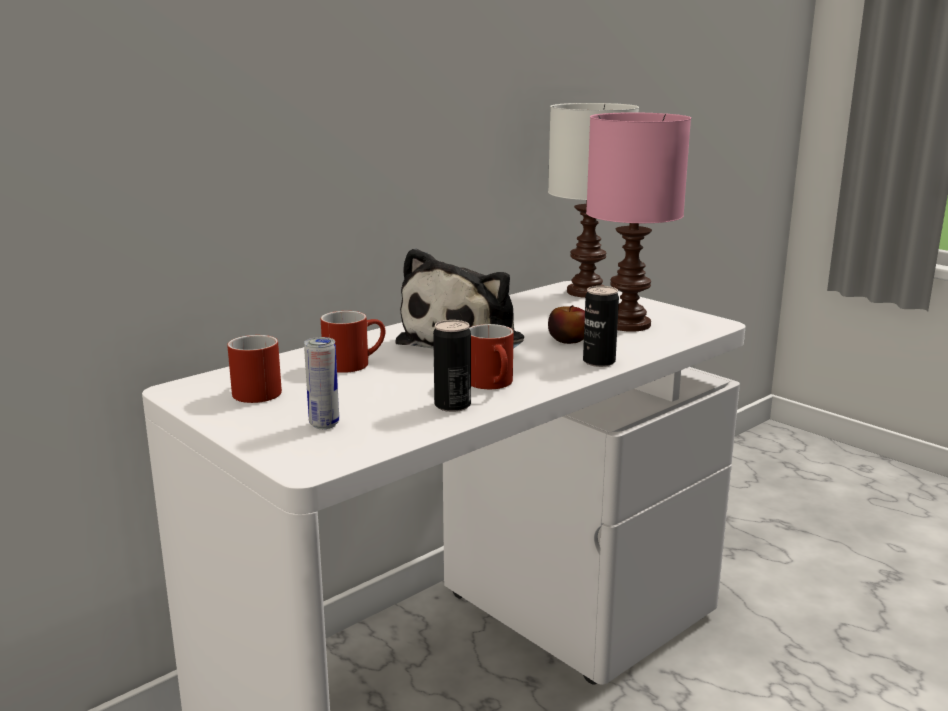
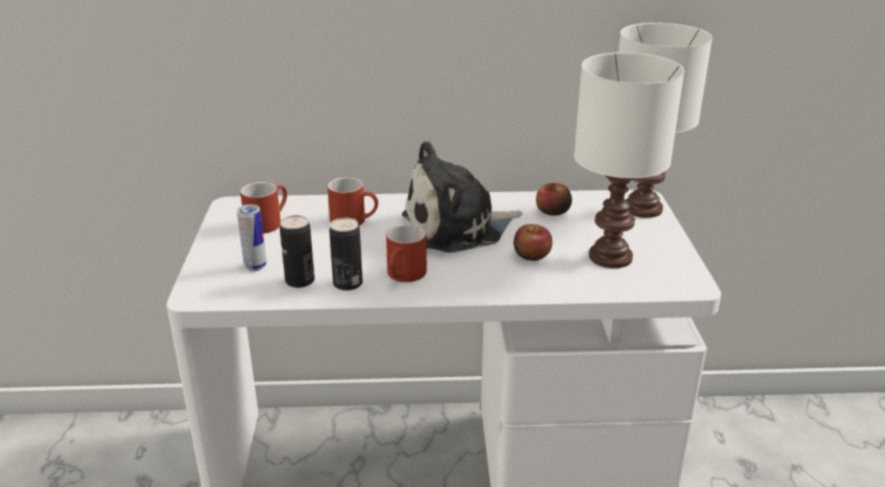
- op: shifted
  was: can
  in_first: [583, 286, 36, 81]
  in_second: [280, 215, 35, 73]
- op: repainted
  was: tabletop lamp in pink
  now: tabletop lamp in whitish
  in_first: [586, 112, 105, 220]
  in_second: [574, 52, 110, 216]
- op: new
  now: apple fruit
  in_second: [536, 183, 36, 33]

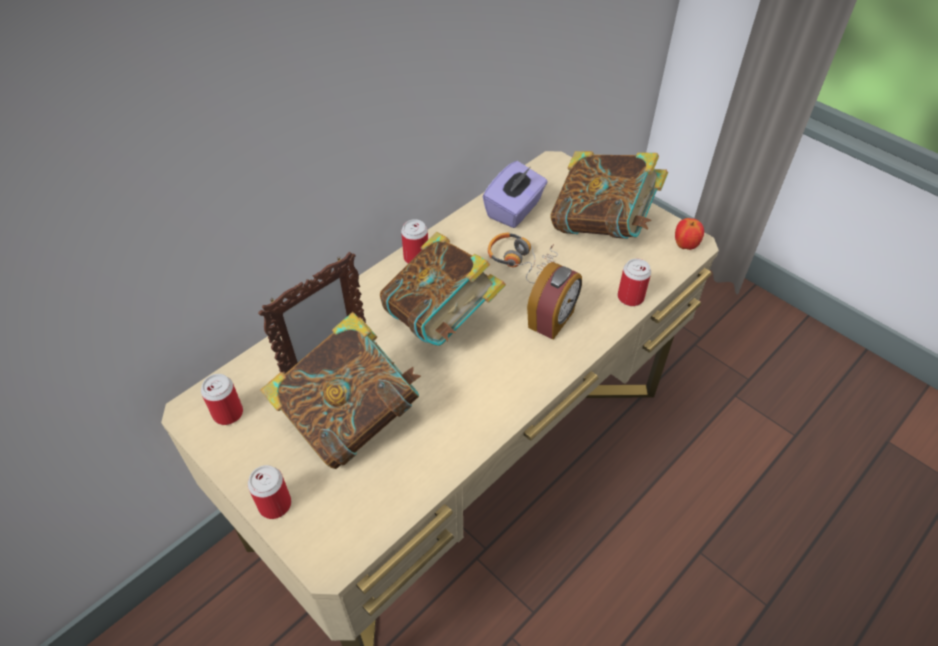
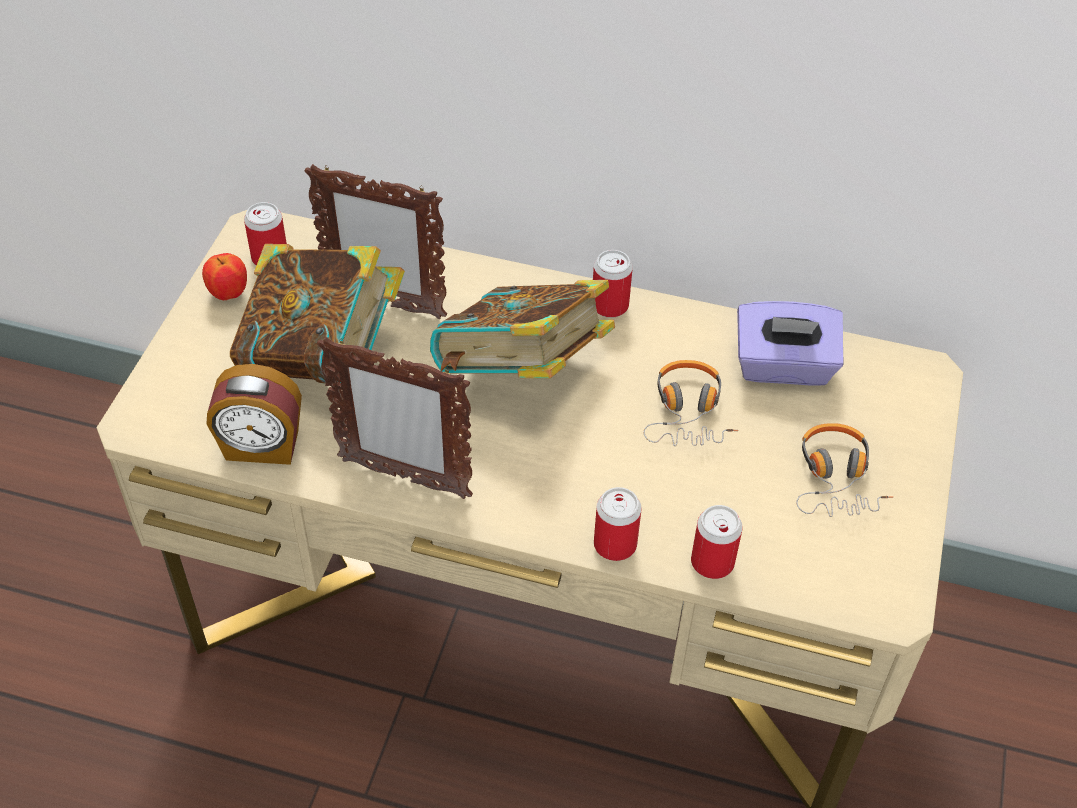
- op: shifted
  was: can
  in_first: [248, 465, 43, 54]
  in_second: [594, 487, 48, 74]
- op: shifted
  was: alarm clock
  in_first: [527, 262, 55, 78]
  in_second: [206, 364, 96, 101]
- op: swapped
  was: bound book
  now: pair of headphones
  in_first: [550, 151, 118, 88]
  in_second: [796, 423, 97, 94]
- op: shifted
  was: apple fruit
  in_first: [675, 218, 29, 32]
  in_second: [202, 253, 45, 47]
- op: new
  now: photo frame
  in_second: [317, 337, 156, 162]

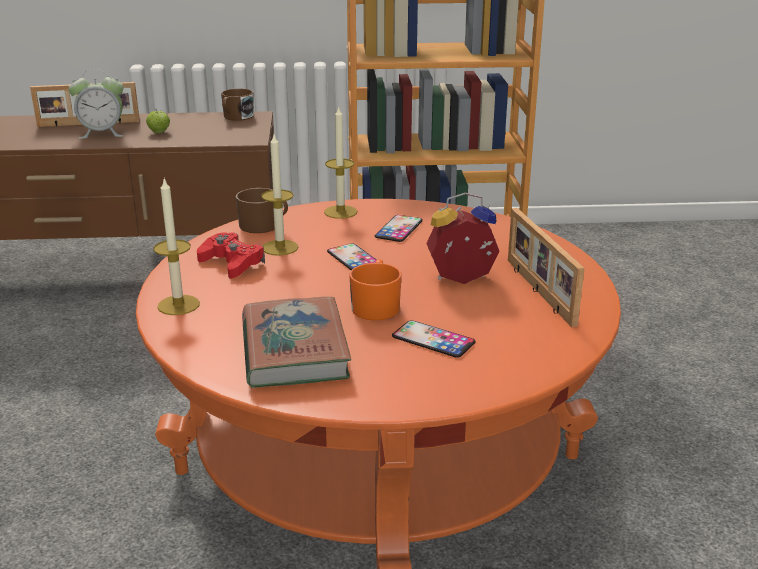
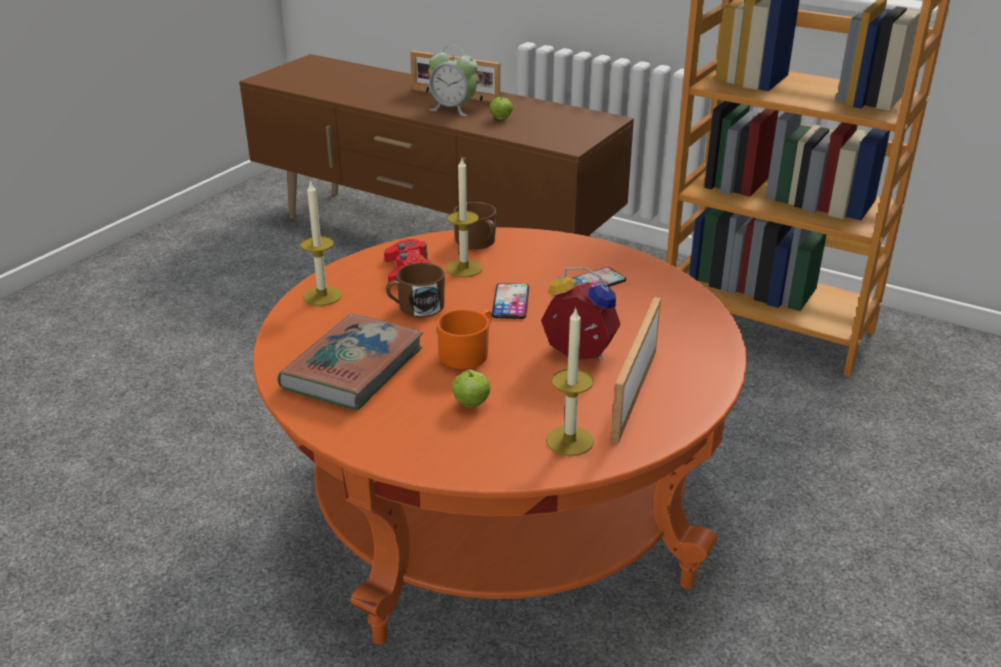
- op: shifted
  was: tea mug in brownish
  in_first: [221, 89, 33, 32]
  in_second: [386, 263, 59, 54]
- op: shifted
  was: wax candle
  in_first: [324, 105, 33, 114]
  in_second: [546, 307, 48, 149]
- op: swapped
  was: handset
  now: apple fruit
  in_first: [392, 320, 84, 38]
  in_second: [452, 370, 39, 37]

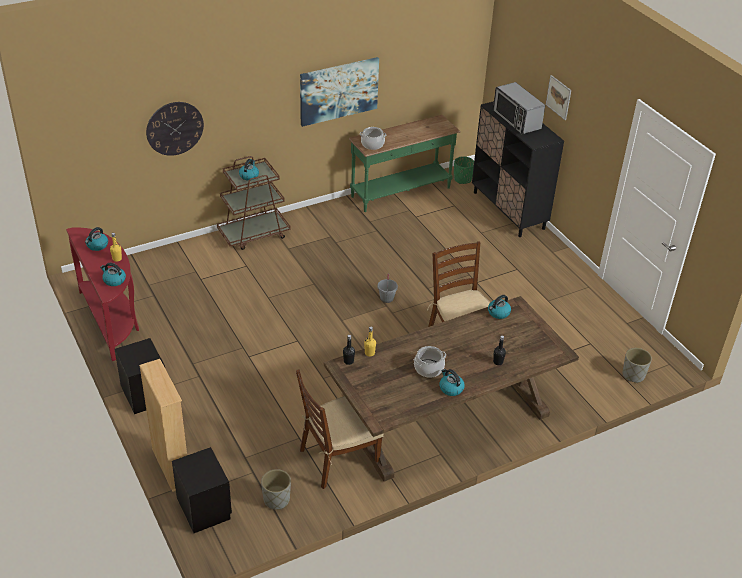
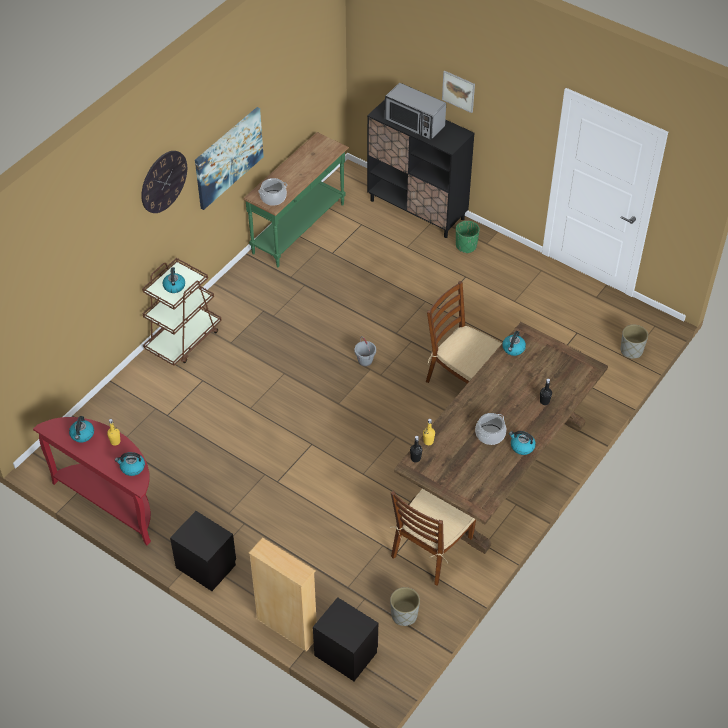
- op: shifted
  was: hanging clock
  in_first: [146, 102, 58, 54]
  in_second: [141, 151, 46, 62]
- op: shifted
  was: plant pot in greenish
  in_first: [454, 156, 20, 28]
  in_second: [456, 221, 24, 32]

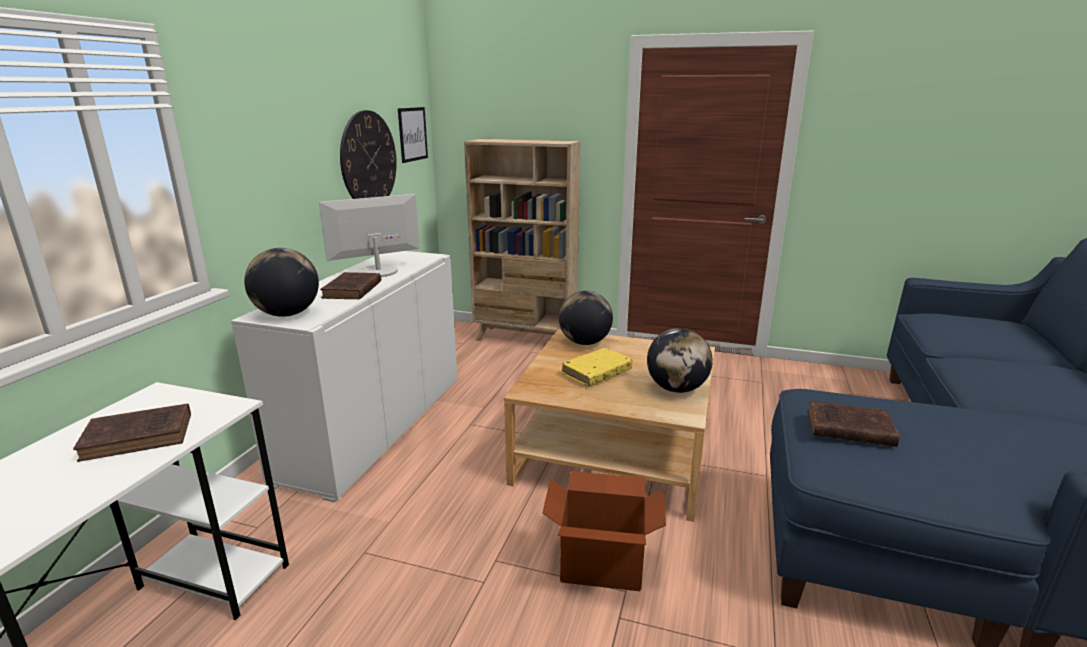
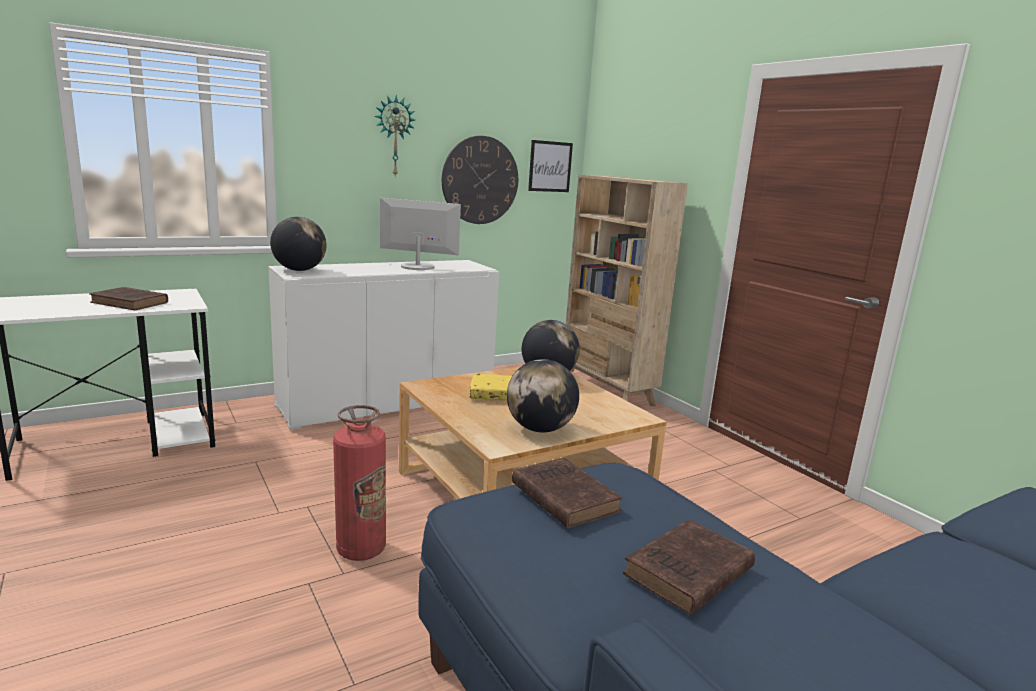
- op: shifted
  was: bound book in brownish
  in_first: [320, 272, 61, 28]
  in_second: [623, 520, 132, 95]
- op: swapped
  was: packing box
  now: extinguisher
  in_first: [543, 471, 123, 120]
  in_second: [333, 405, 53, 156]
- op: new
  now: hanging clock
  in_second: [375, 95, 40, 82]

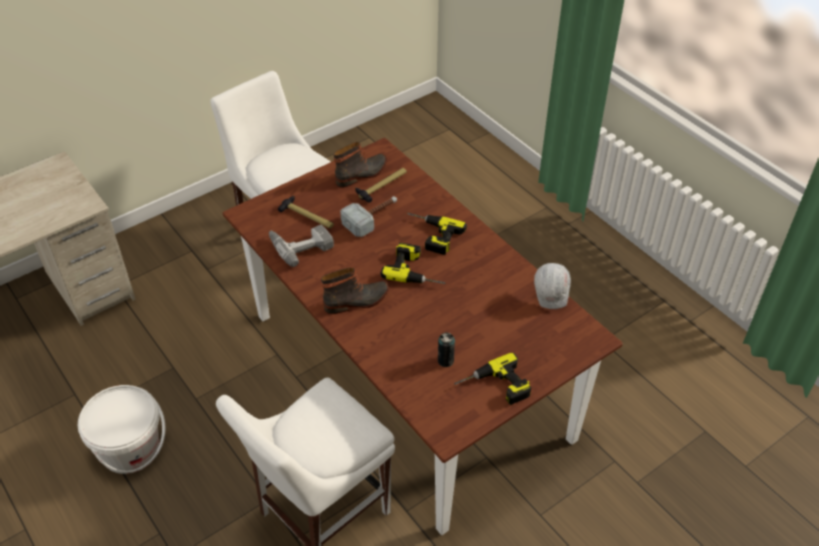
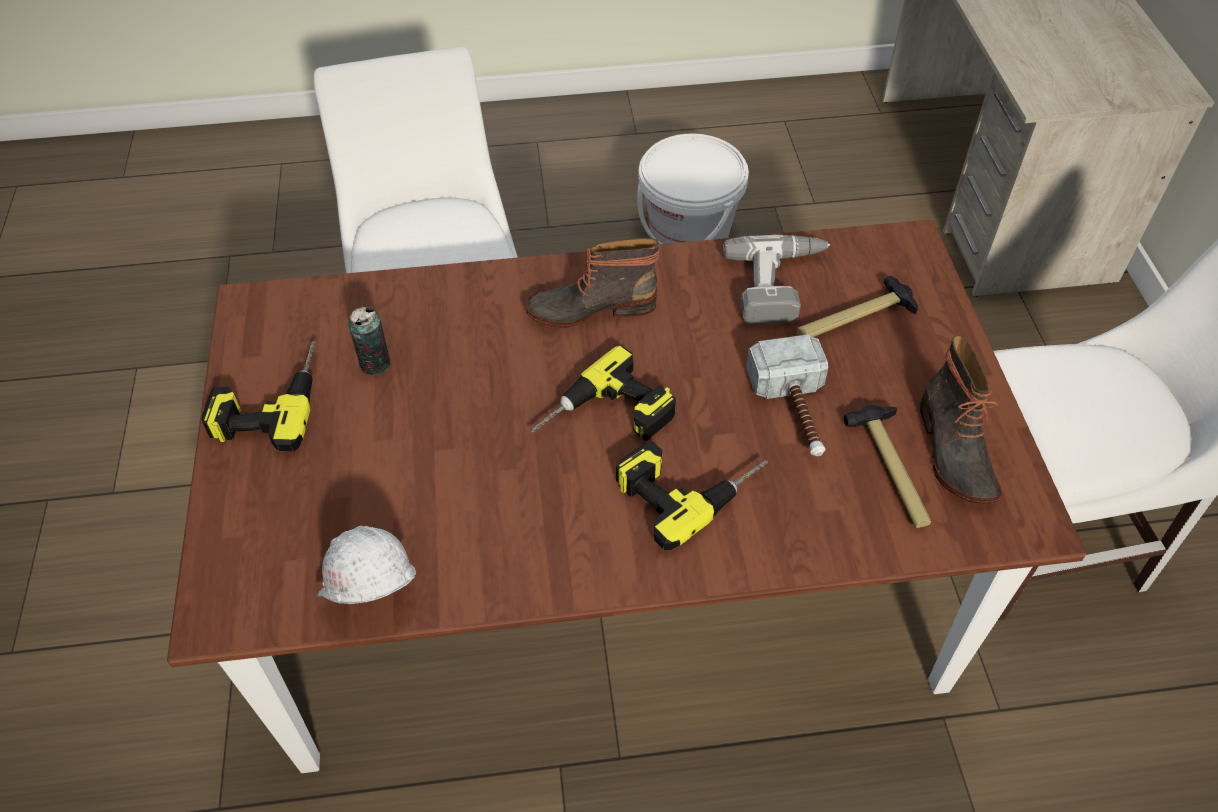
- op: rotated
  was: high-top boot
  in_first: [321, 267, 68, 47]
  in_second: [526, 238, 133, 90]
  clockwise: 75

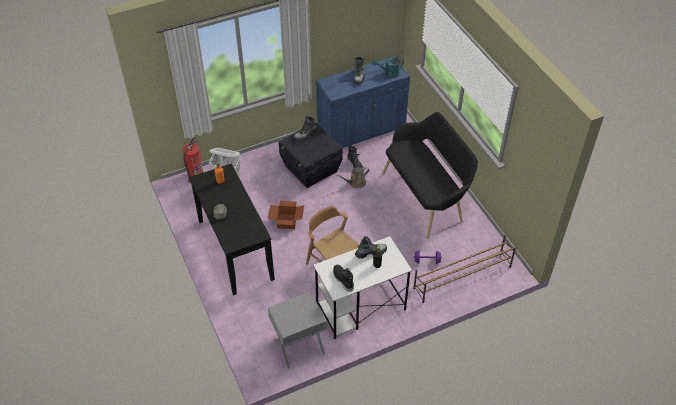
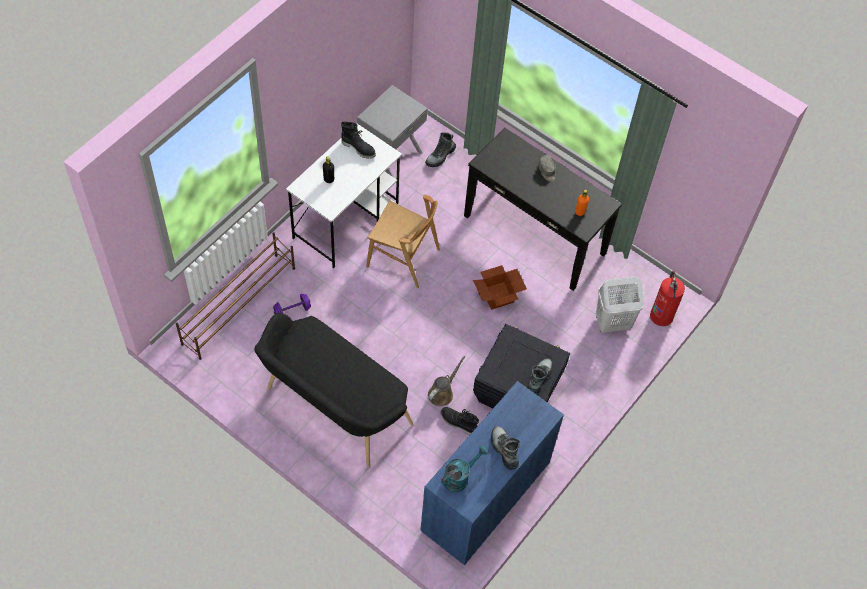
- op: shifted
  was: high-top boot
  in_first: [355, 236, 32, 23]
  in_second: [425, 132, 31, 35]

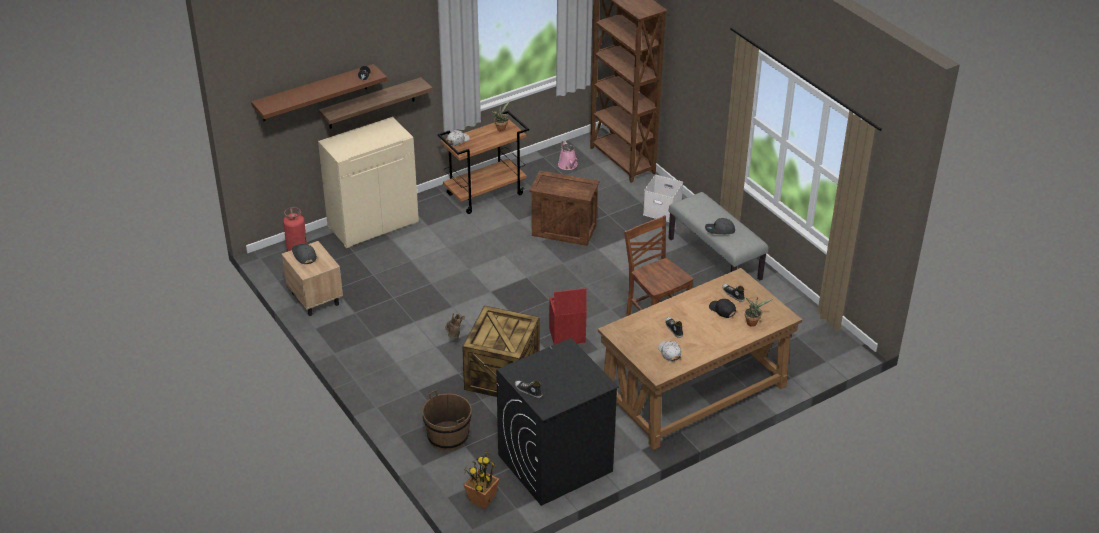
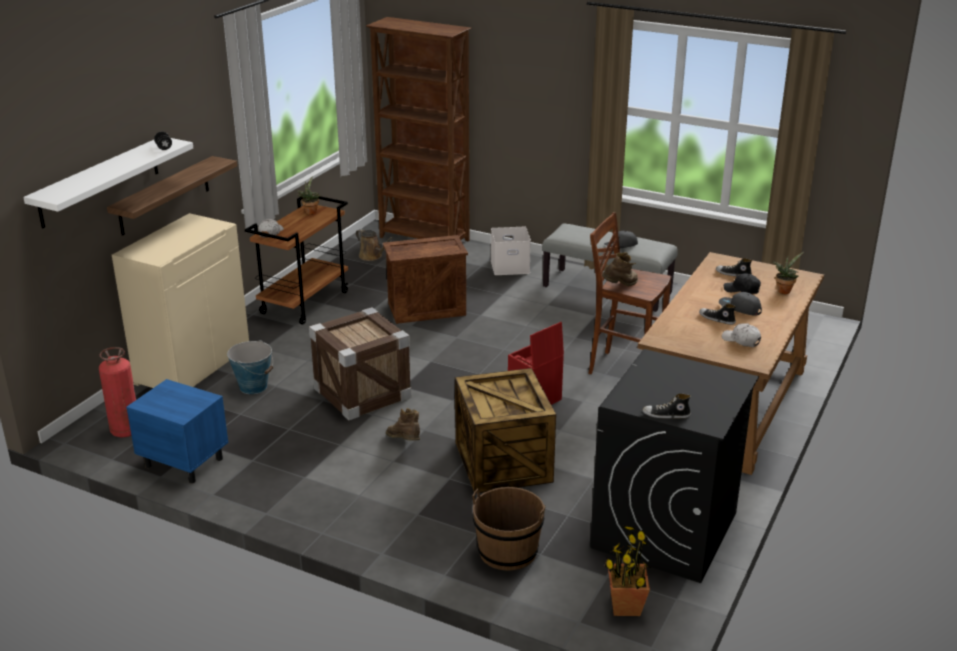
- op: repainted
  was: shelf in brownish
  now: shelf in whitish
  in_first: [251, 64, 136, 57]
  in_second: [23, 138, 170, 91]
- op: repainted
  was: bedside table in sand-coloured
  now: bedside table in bluish
  in_first: [282, 241, 61, 75]
  in_second: [126, 379, 102, 104]
- op: shifted
  was: cap in gray
  in_first: [292, 244, 25, 20]
  in_second: [719, 292, 43, 24]
- op: repainted
  was: watering can in pink
  now: watering can in brownish
  in_first: [558, 141, 20, 29]
  in_second: [356, 229, 38, 32]
- op: new
  now: pail
  in_second: [227, 340, 46, 54]
- op: new
  now: crate
  in_second: [309, 307, 103, 113]
- op: new
  now: high-top boot in brownish
  in_second: [602, 252, 36, 34]

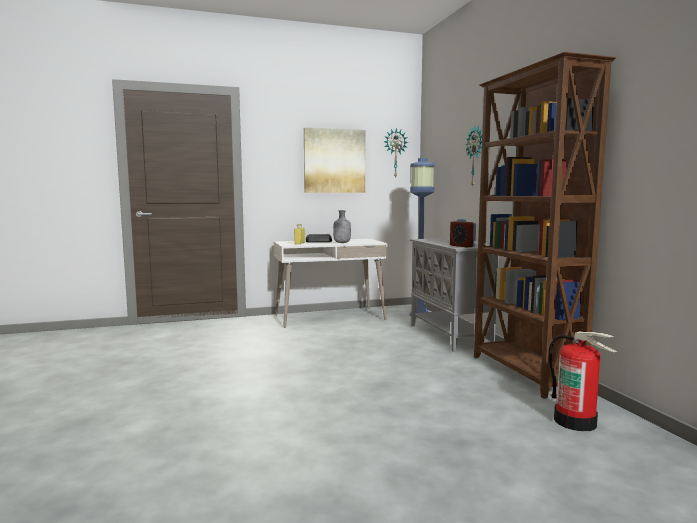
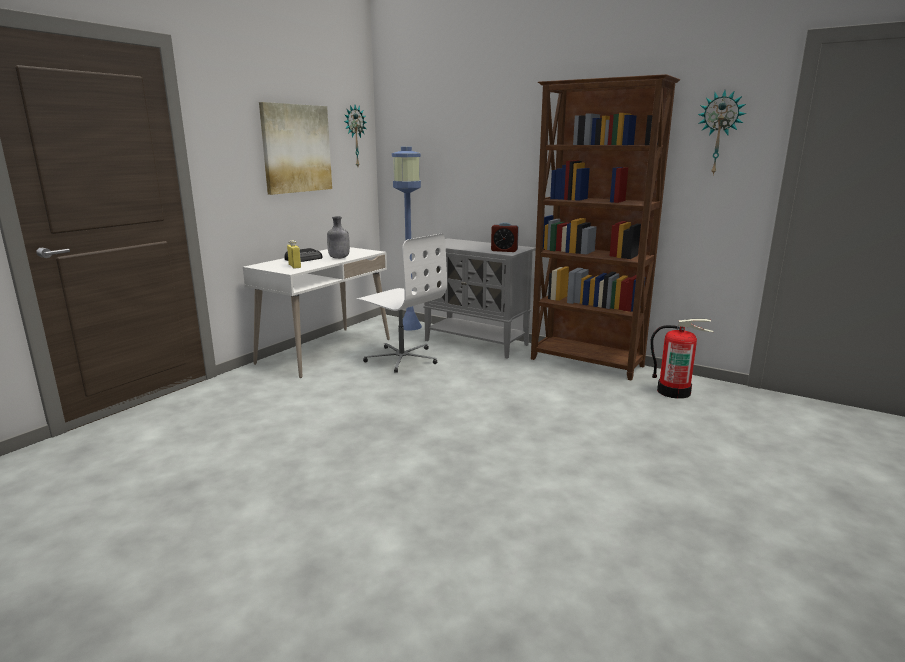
- op: shifted
  was: hanging clock
  in_first: [465, 126, 17, 62]
  in_second: [698, 90, 49, 85]
- op: new
  now: office chair in whitish
  in_second: [356, 233, 91, 140]

